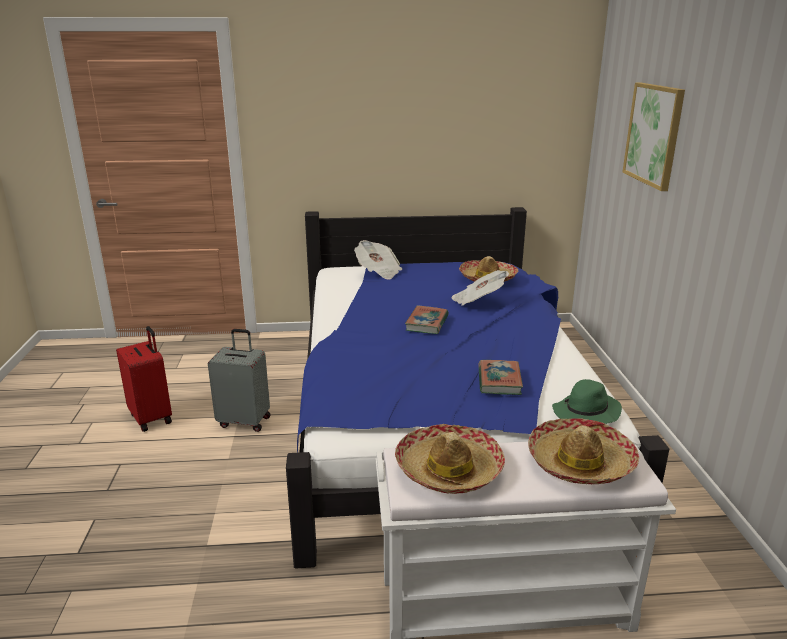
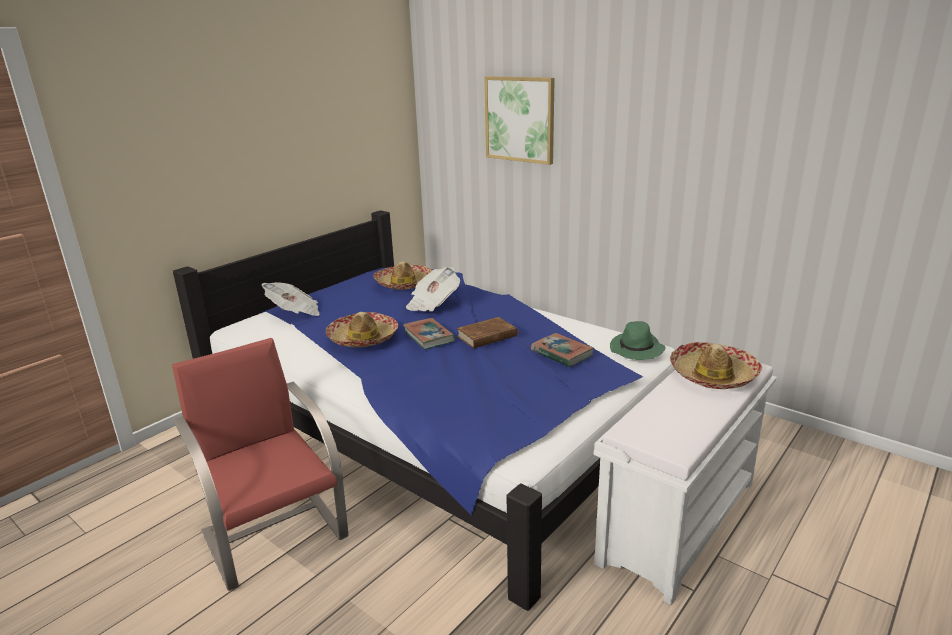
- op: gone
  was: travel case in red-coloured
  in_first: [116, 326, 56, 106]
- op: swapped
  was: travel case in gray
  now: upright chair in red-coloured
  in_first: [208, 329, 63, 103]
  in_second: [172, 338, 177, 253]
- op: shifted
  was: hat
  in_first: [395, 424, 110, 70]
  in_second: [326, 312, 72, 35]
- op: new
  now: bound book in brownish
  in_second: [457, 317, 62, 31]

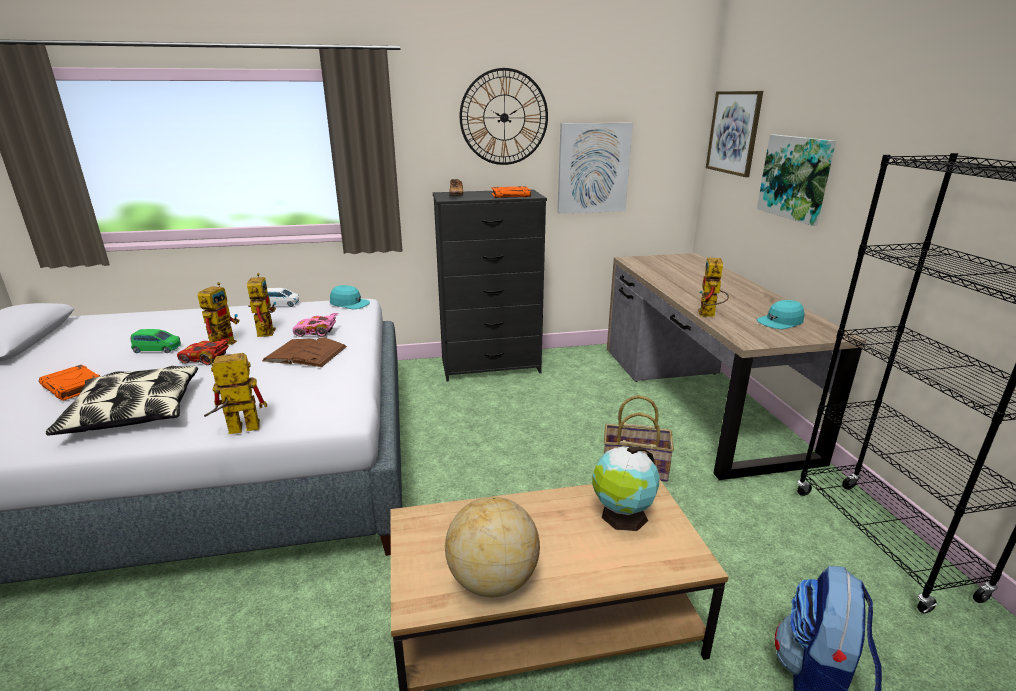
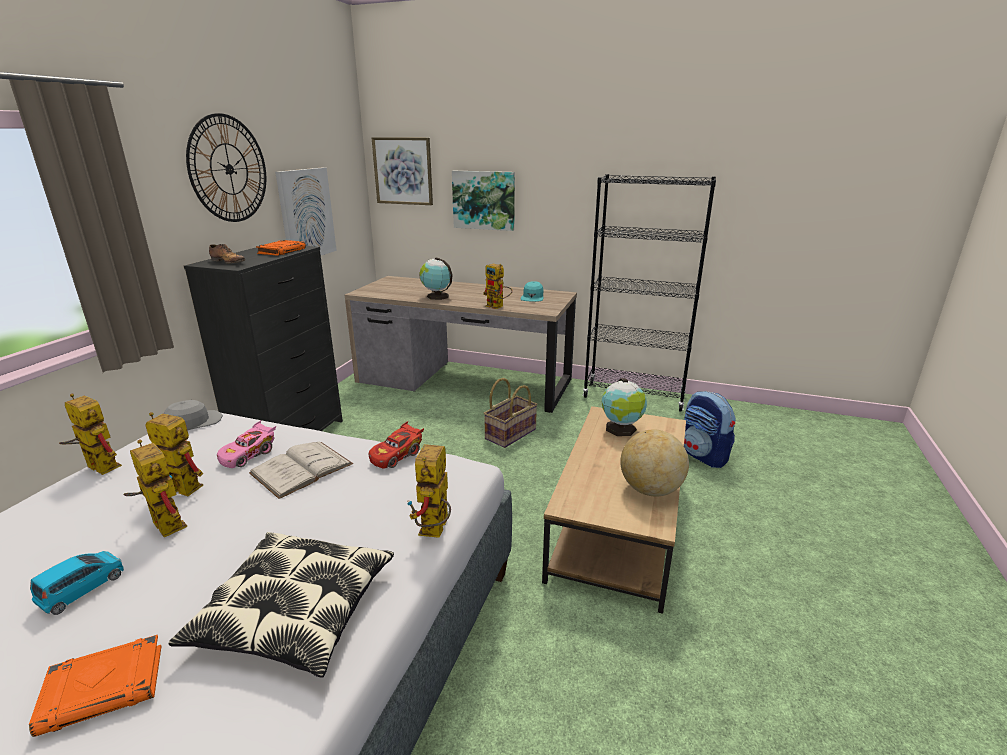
- op: repainted
  was: toy car in greenish
  now: toy car in bluish
  in_first: [130, 329, 51, 24]
  in_second: [30, 551, 94, 64]
- op: shifted
  was: toy car in red-coloured
  in_first: [177, 338, 53, 27]
  in_second: [369, 421, 55, 48]
- op: repainted
  was: bound book in brownish
  now: bound book in whitish
  in_first: [262, 337, 85, 30]
  in_second: [249, 442, 104, 57]
- op: swapped
  was: toy car in whitish
  now: robot figure
  in_first: [267, 288, 33, 19]
  in_second: [59, 393, 63, 82]
- op: repainted
  was: cap in turquoise
  now: cap in gray
  in_first: [330, 285, 40, 25]
  in_second: [164, 400, 59, 31]
- op: new
  now: globe
  in_second: [419, 257, 34, 43]

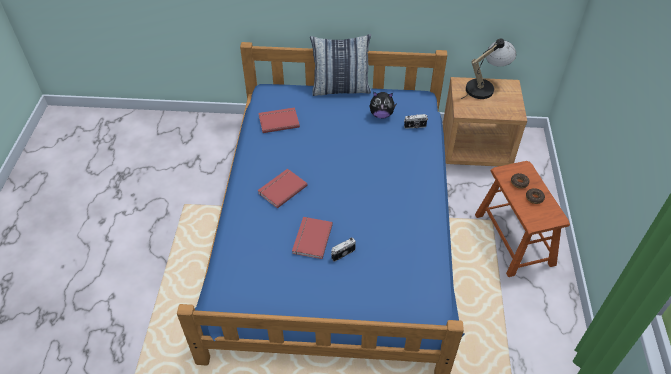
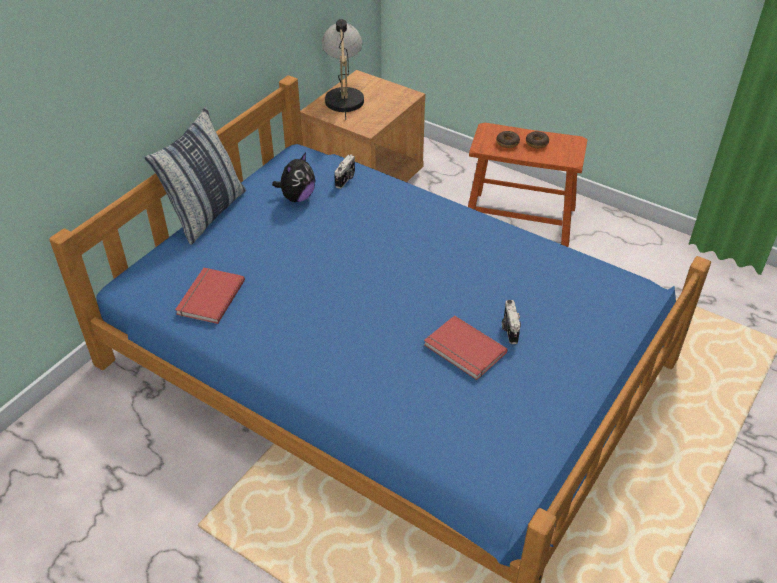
- op: gone
  was: bound book in red-coloured
  in_first: [258, 169, 50, 40]

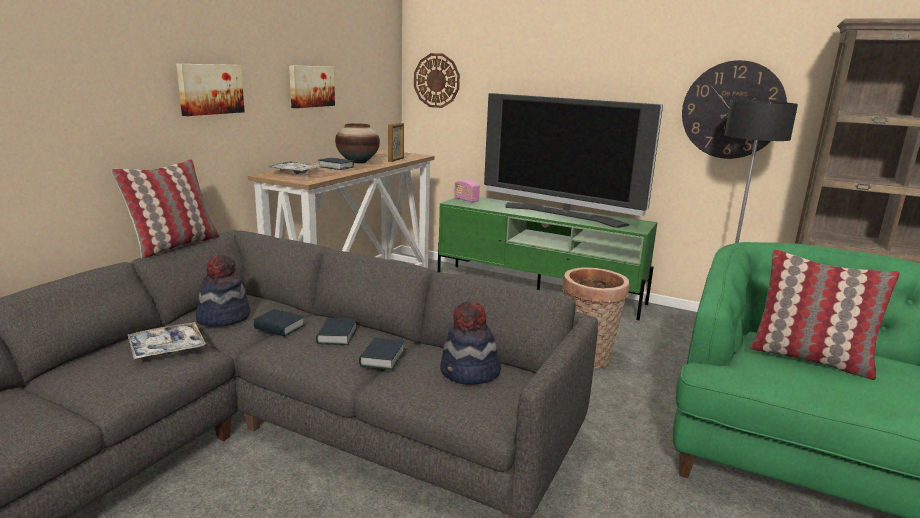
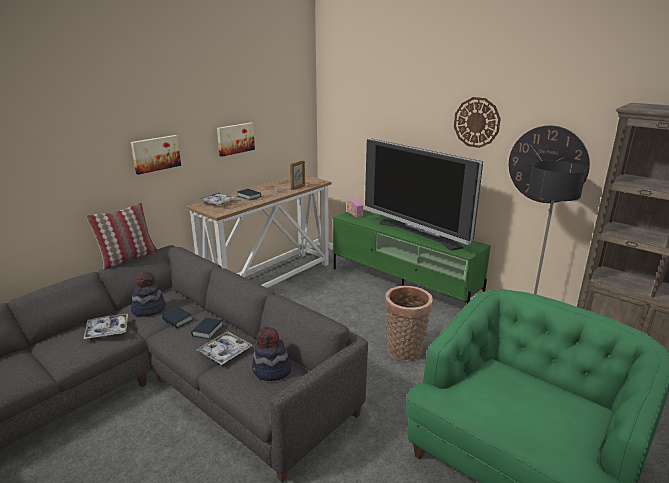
- op: gone
  was: flower vase
  in_first: [335, 123, 45, 41]
- op: swapped
  was: bound book
  now: tray
  in_first: [359, 338, 46, 32]
  in_second: [197, 331, 55, 34]
- op: shifted
  was: hanging clock
  in_first: [414, 53, 46, 55]
  in_second: [454, 97, 47, 51]
- op: gone
  was: throw pillow
  in_first: [749, 249, 151, 131]

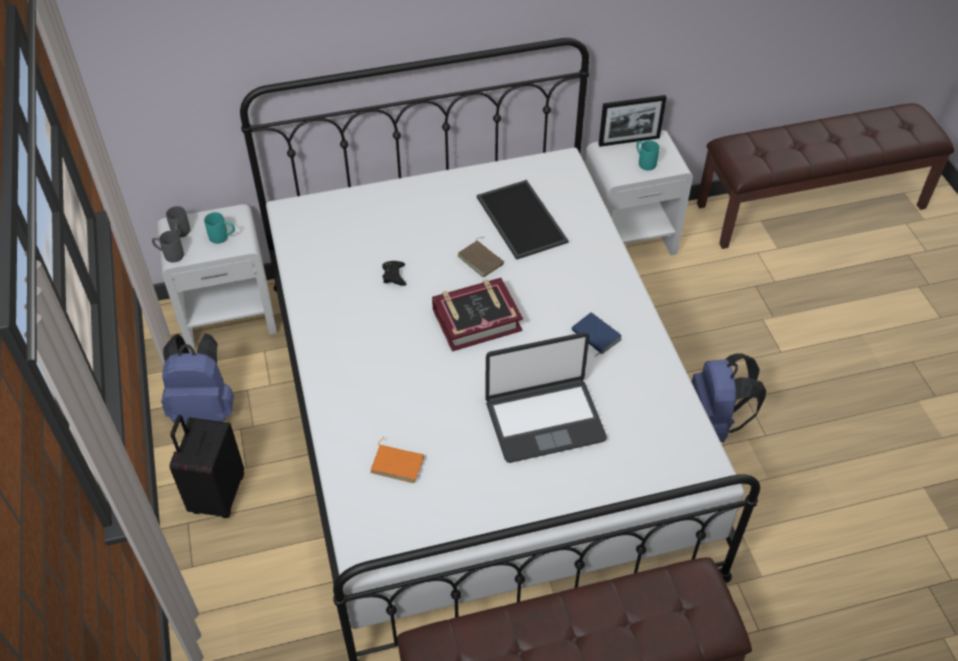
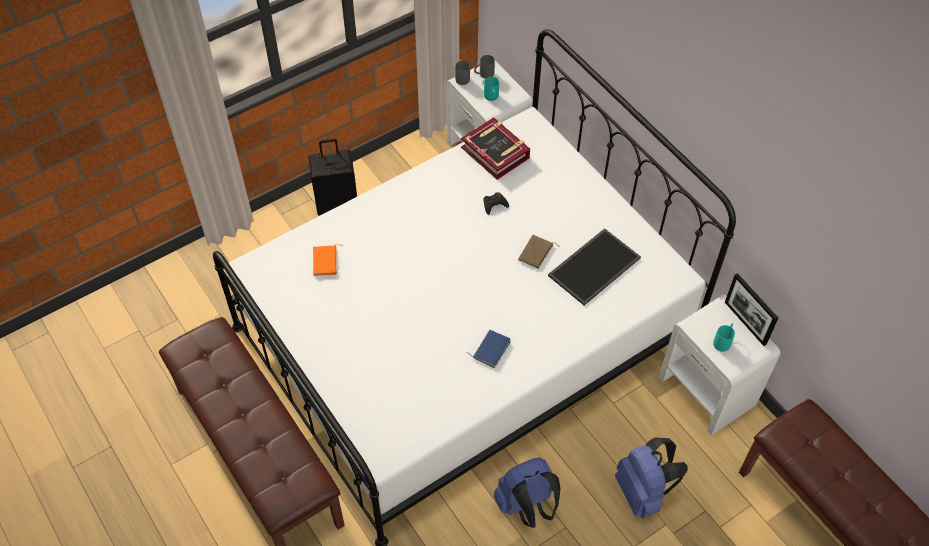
- op: shifted
  was: knapsack in bluish
  in_first: [161, 333, 73, 90]
  in_second: [615, 437, 73, 81]
- op: shifted
  was: bound book
  in_first: [432, 278, 91, 73]
  in_second: [461, 117, 69, 63]
- op: gone
  was: laptop
  in_first: [485, 332, 122, 131]

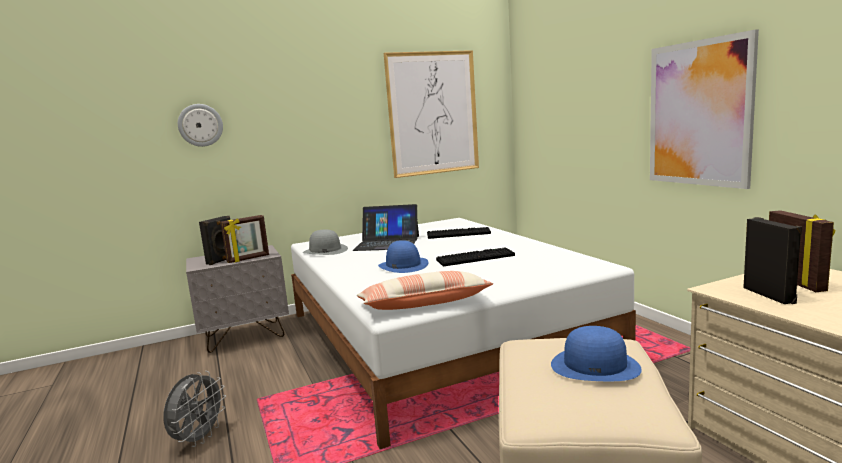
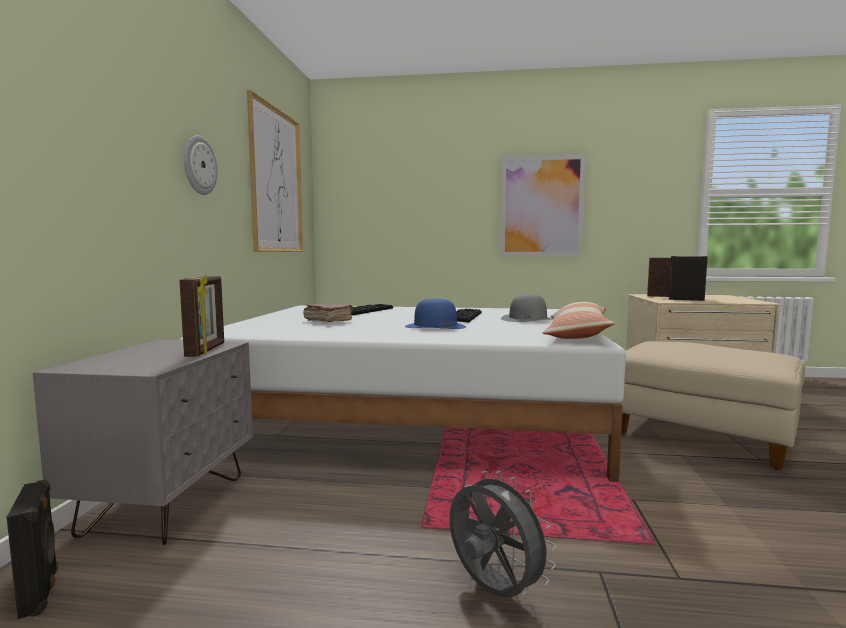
- op: shifted
  was: hanging clock
  in_first: [178, 104, 45, 43]
  in_second: [184, 135, 34, 60]
- op: shifted
  was: speaker in black
  in_first: [199, 216, 31, 49]
  in_second: [7, 479, 51, 140]
- op: shifted
  was: hat in gray
  in_first: [303, 230, 45, 25]
  in_second: [501, 294, 52, 28]
- op: swapped
  was: laptop
  now: bound book in brownish
  in_first: [353, 204, 66, 47]
  in_second: [303, 303, 51, 19]
- op: gone
  was: hat in bluish
  in_first: [551, 326, 91, 55]

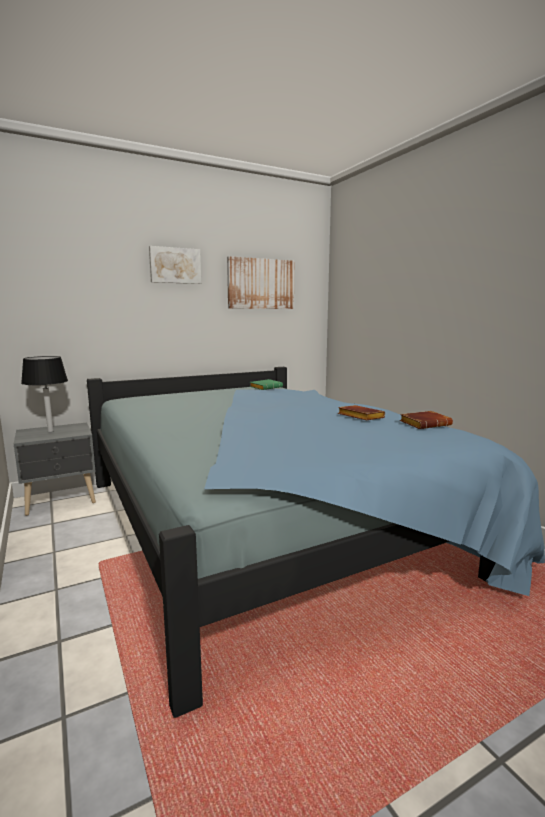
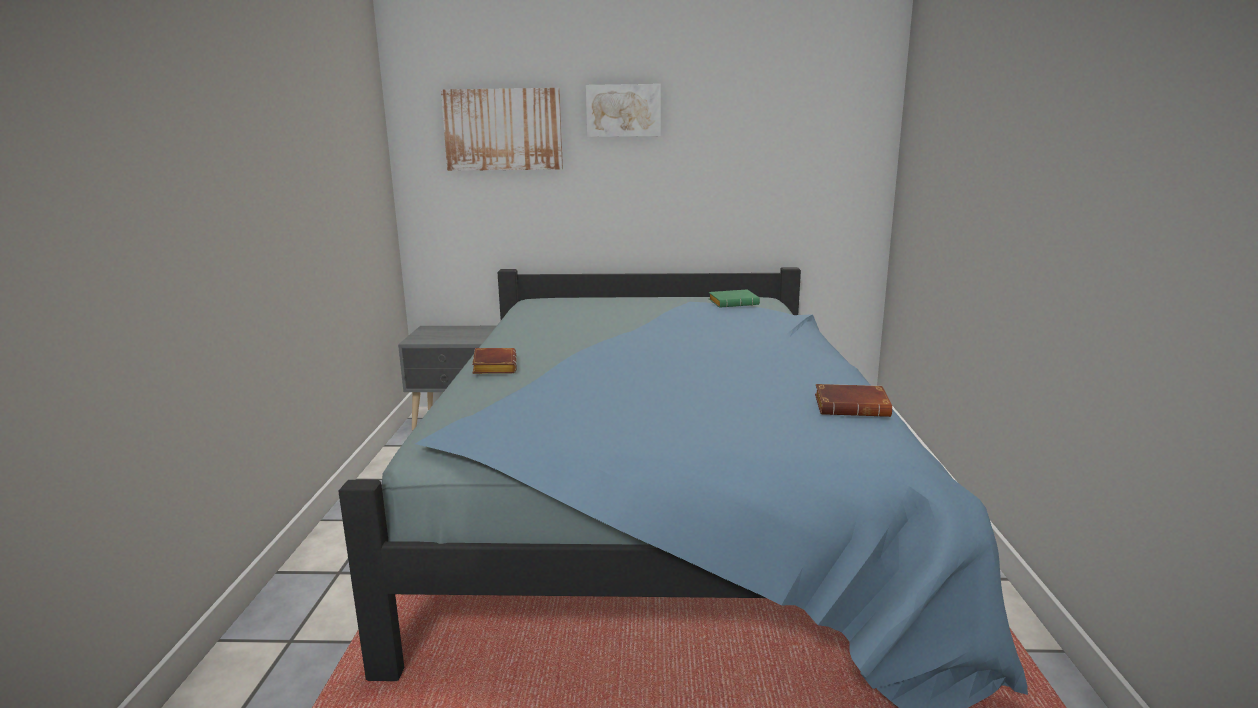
- op: gone
  was: tabletop lamp in black
  in_first: [21, 356, 47, 76]
- op: shifted
  was: picture
  in_first: [227, 256, 67, 53]
  in_second: [441, 88, 122, 83]
- op: shifted
  was: bound book in brownish
  in_first: [338, 405, 47, 15]
  in_second: [472, 348, 45, 26]

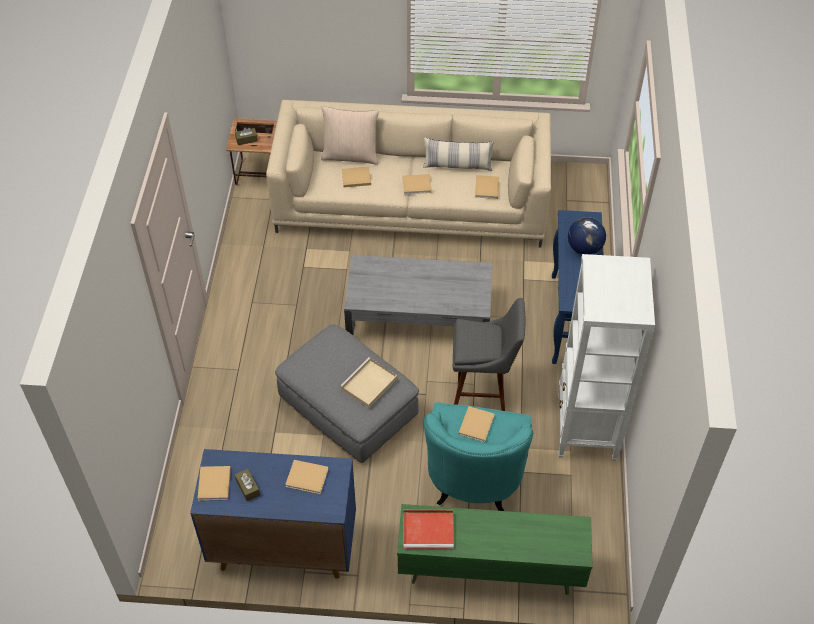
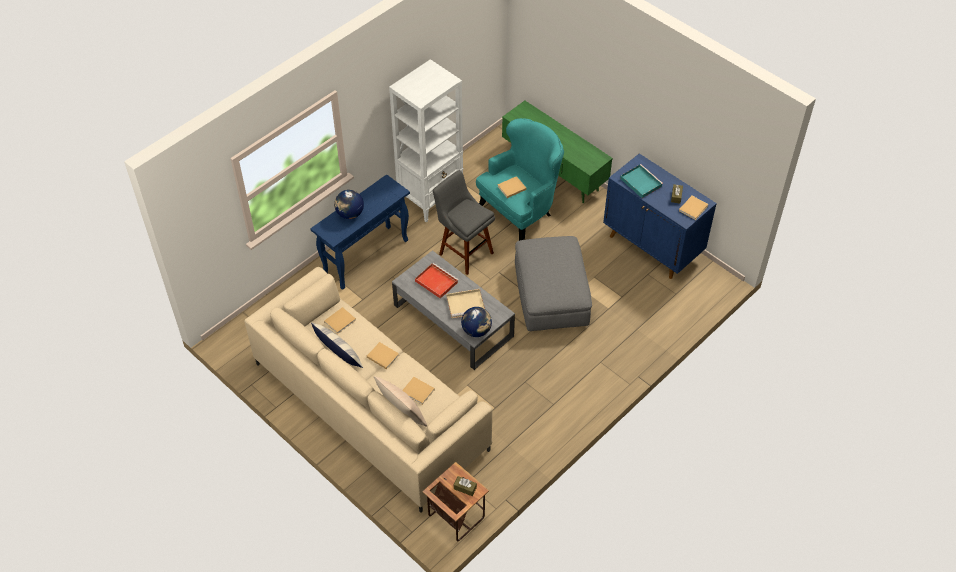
- op: swapped
  was: bound book in sand-coloured
  now: tray in turquoise
  in_first: [285, 460, 44, 34]
  in_second: [620, 164, 43, 34]
- op: shifted
  was: tray in sand-coloured
  in_first: [340, 357, 57, 51]
  in_second: [446, 289, 39, 29]
- op: shifted
  was: tray in red-coloured
  in_first: [403, 509, 51, 40]
  in_second: [415, 263, 44, 36]
- op: new
  now: globe
  in_second: [461, 307, 31, 30]

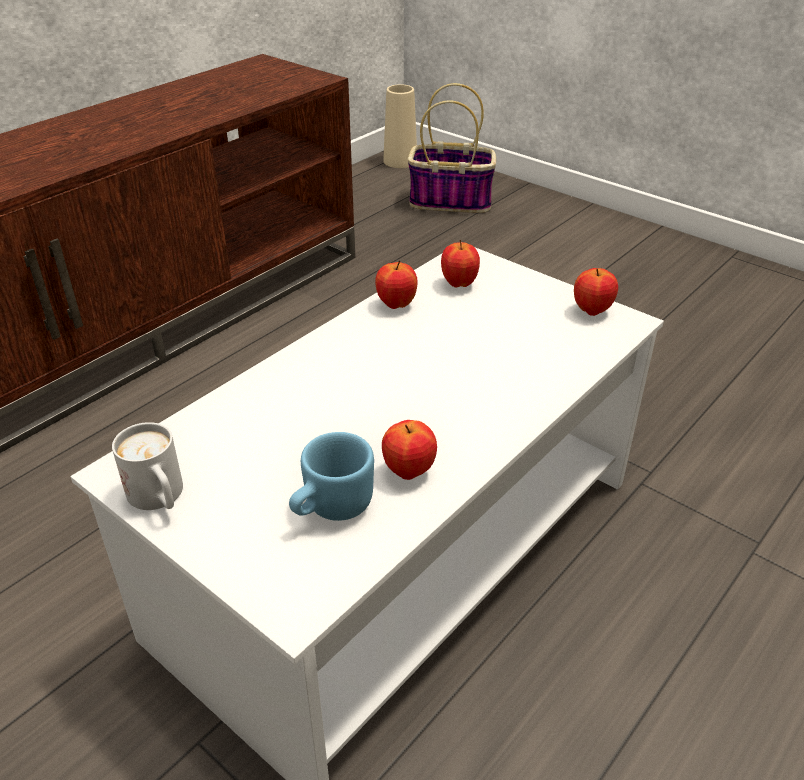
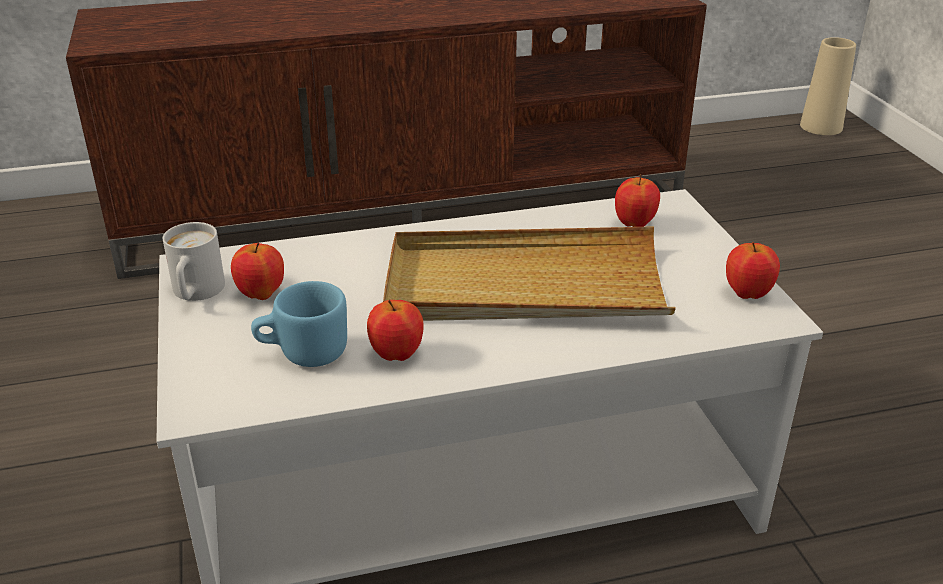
- op: shifted
  was: apple fruit
  in_first: [375, 260, 42, 49]
  in_second: [231, 242, 53, 58]
- op: gone
  was: storage basket
  in_first: [408, 83, 88, 130]
- op: new
  now: tray in sand-coloured
  in_second: [383, 227, 293, 94]

